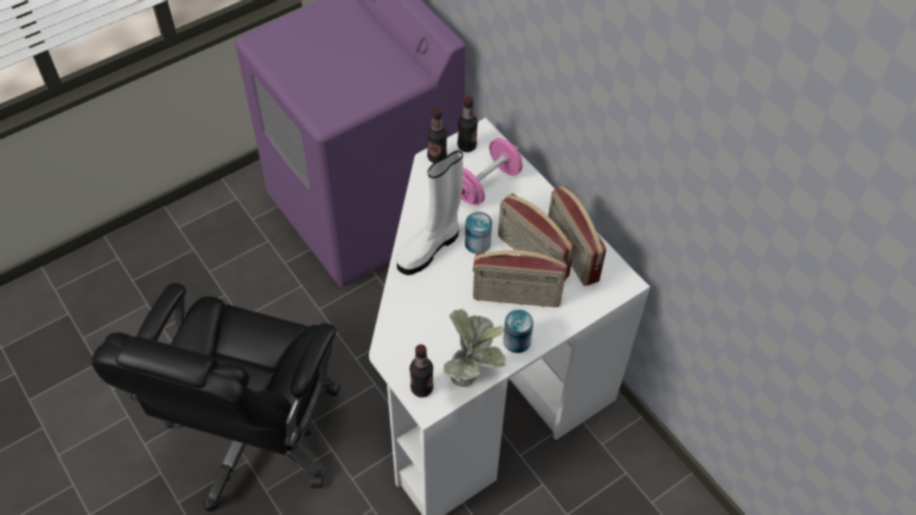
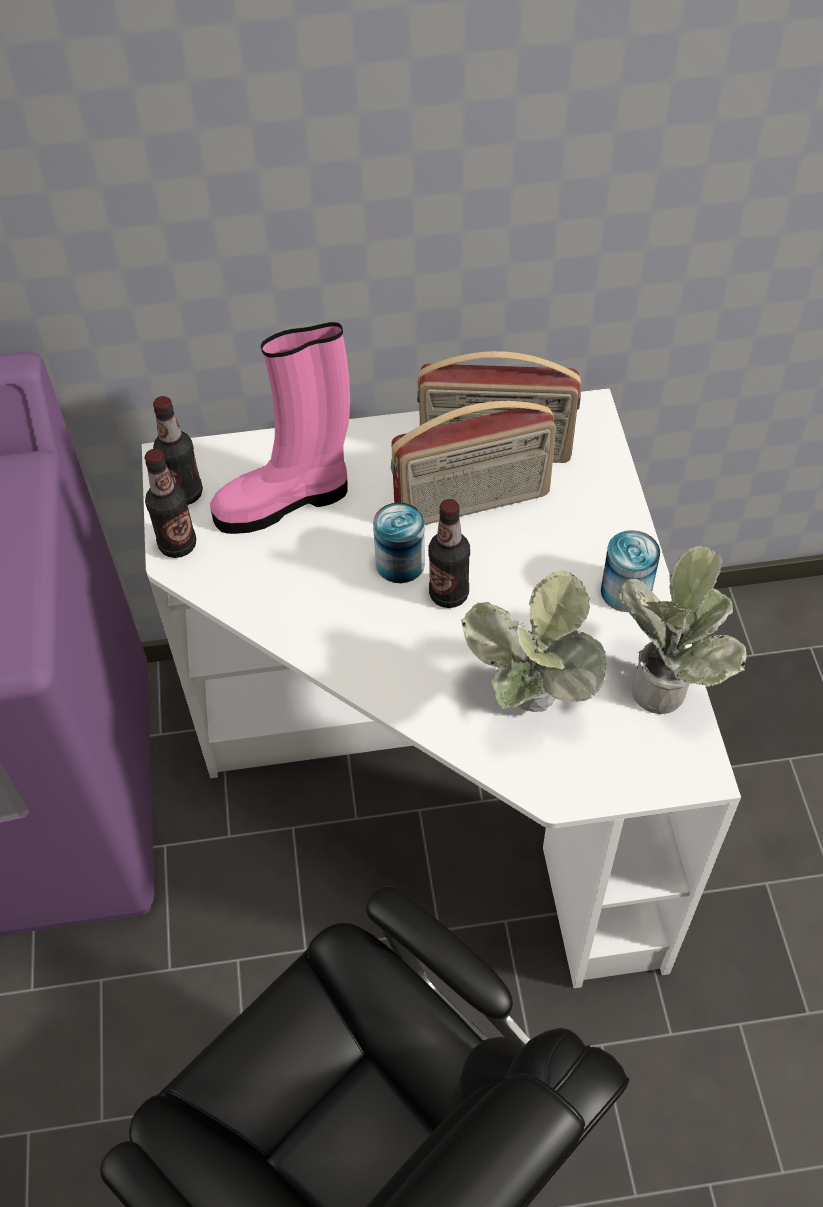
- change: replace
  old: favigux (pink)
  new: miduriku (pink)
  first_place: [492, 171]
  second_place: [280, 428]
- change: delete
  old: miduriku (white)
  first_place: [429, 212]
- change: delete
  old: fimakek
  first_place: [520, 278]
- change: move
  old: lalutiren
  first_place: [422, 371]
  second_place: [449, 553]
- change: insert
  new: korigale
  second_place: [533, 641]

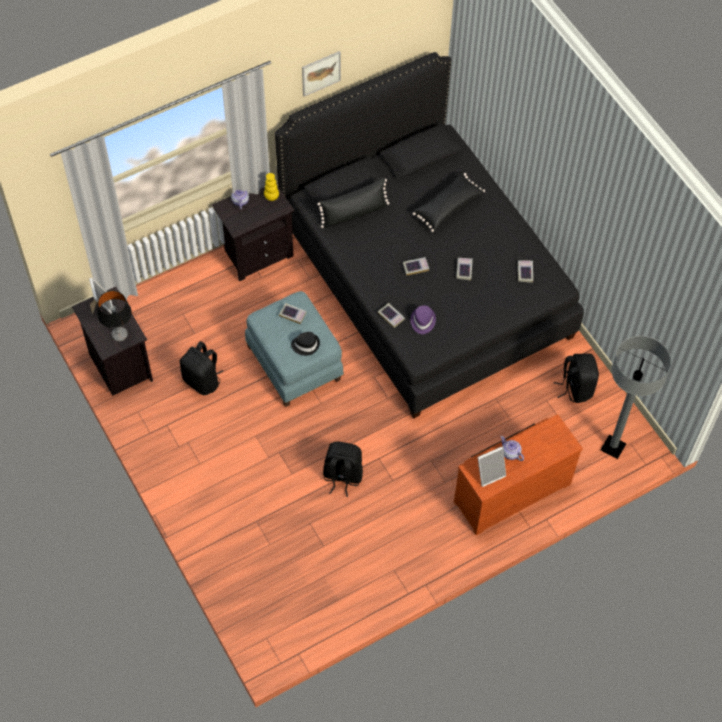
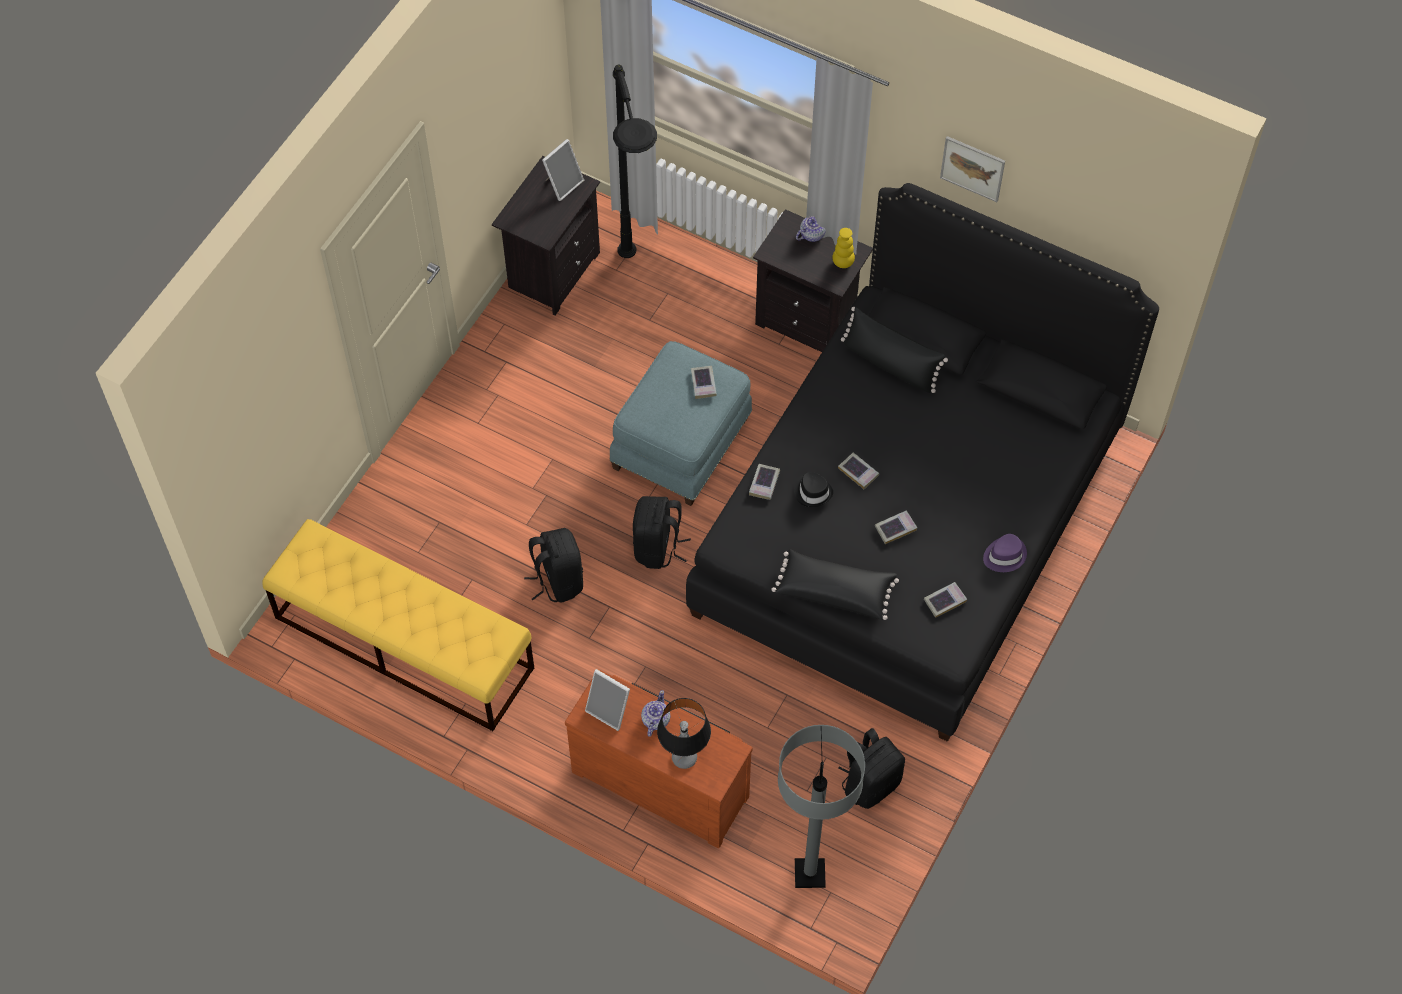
- change: move
  old: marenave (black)
  first_place: [449, 202]
  second_place: [835, 584]
- change: move
  old: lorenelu
  first_place: [114, 316]
  second_place: [684, 733]
- change: move
  old: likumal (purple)
  first_place: [423, 319]
  second_place: [1005, 553]
- change: move
  old: likumal (black)
  first_place: [305, 344]
  second_place: [813, 489]
- change: move
  old: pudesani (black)
  first_place: [201, 368]
  second_place: [662, 532]
- change: insert
  new: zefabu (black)
  second_place: [635, 161]
- change: insert
  new: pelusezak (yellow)
  second_place: [398, 625]

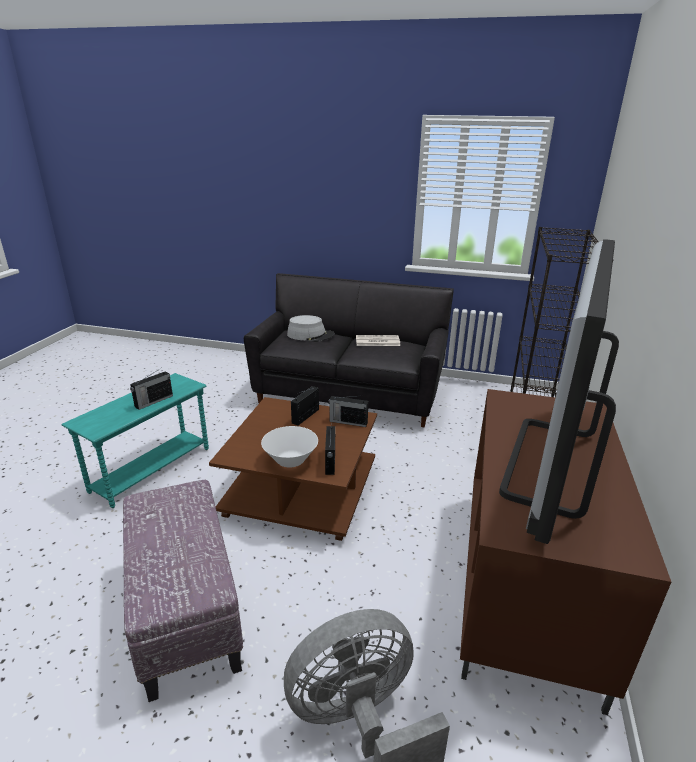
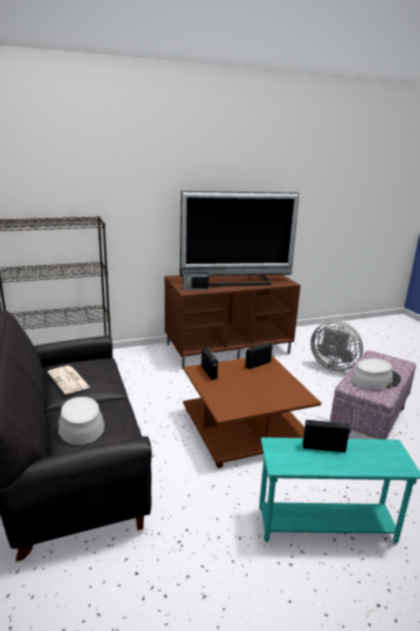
- change: move
  old: fimakek
  first_place: [305, 406]
  second_place: [196, 279]
- change: delete
  old: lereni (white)
  first_place: [289, 447]
- change: insert
  new: likumal (grey)
  second_place: [376, 374]

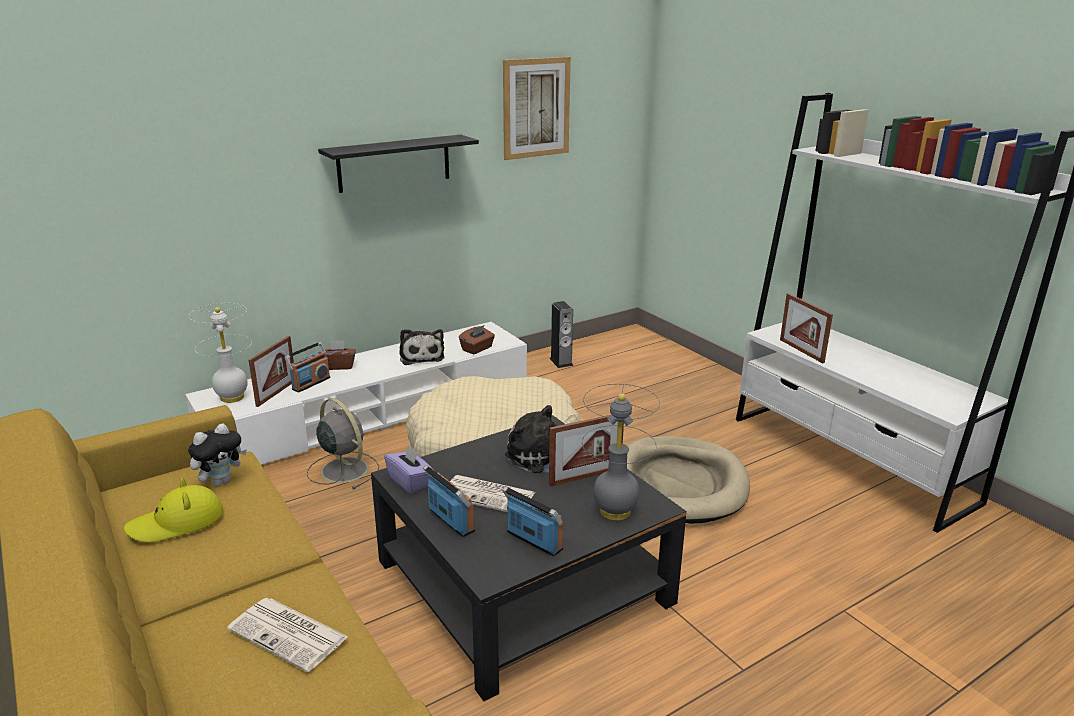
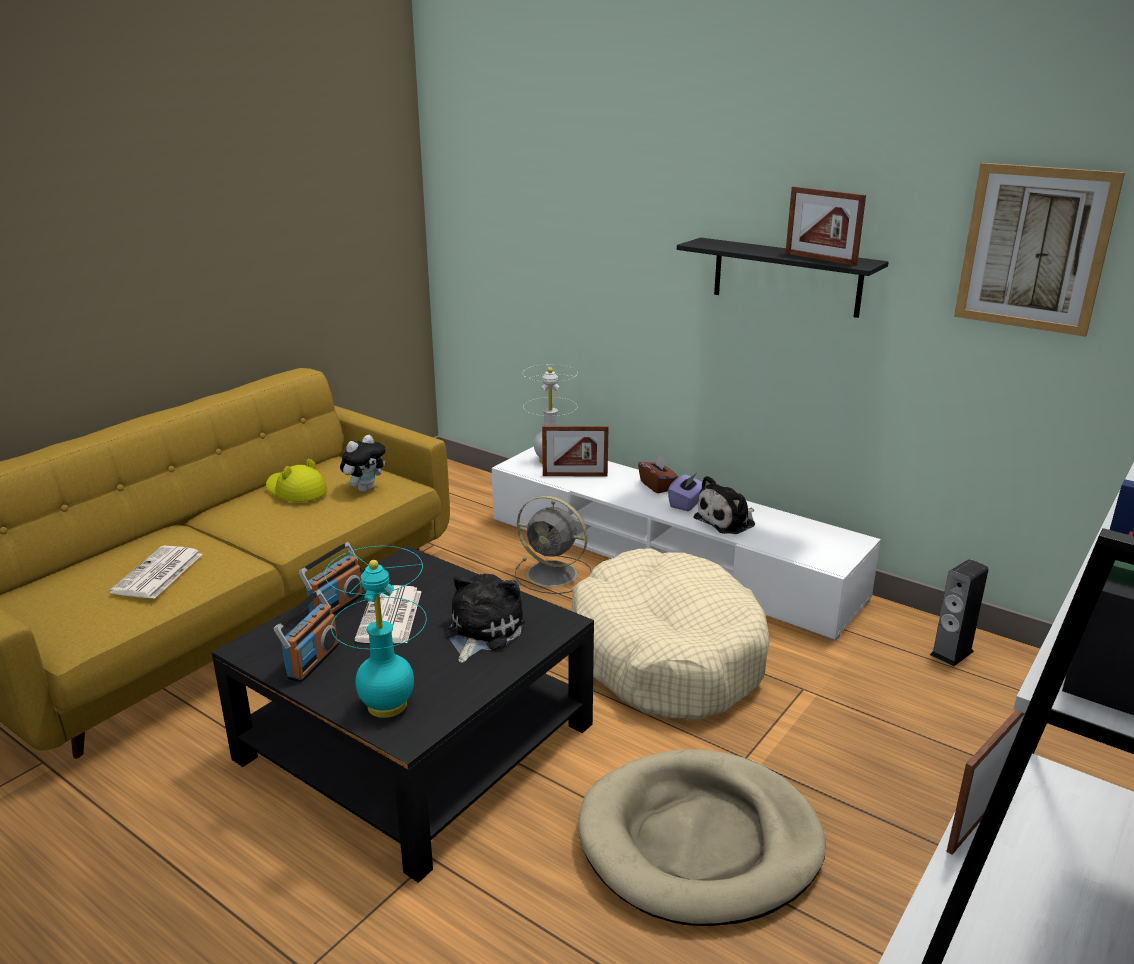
- change: delete
  old: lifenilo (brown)
  first_place: [477, 340]
- change: delete
  old: fimakek
  first_place: [307, 367]
- change: recolor
  old: lorenelu (grey)
  new: lorenelu (turquoise)
  first_place: [621, 452]
  second_place: [376, 632]
- change: rotate
  old: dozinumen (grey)
  first_place: [343, 443]
  second_place: [553, 545]
  degrees: 90
- change: move
  old: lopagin
  first_place: [586, 451]
  second_place: [825, 226]
- change: rotate
  old: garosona
  first_place: [217, 454]
  second_place: [363, 463]
  degrees: -75
- change: move
  old: lifenilo (purple)
  first_place: [408, 469]
  second_place: [685, 492]

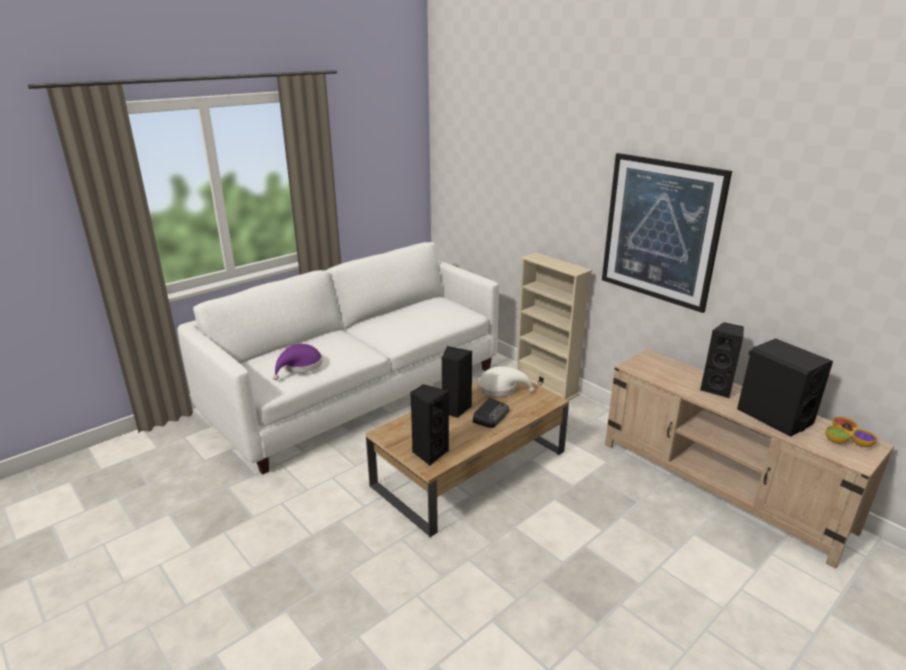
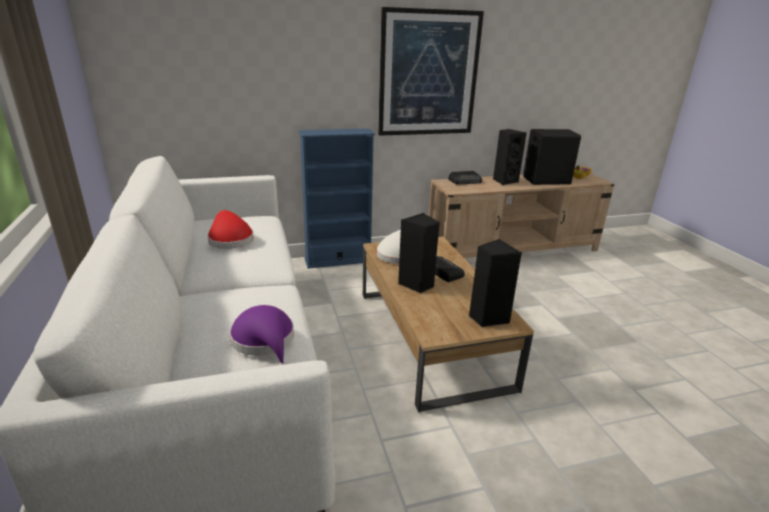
- change: recolor
  old: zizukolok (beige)
  new: zizukolok (blue)
  first_place: [554, 326]
  second_place: [337, 198]
- change: insert
  new: fimakek
  second_place: [465, 177]
- change: insert
  new: likumal (red)
  second_place: [230, 229]

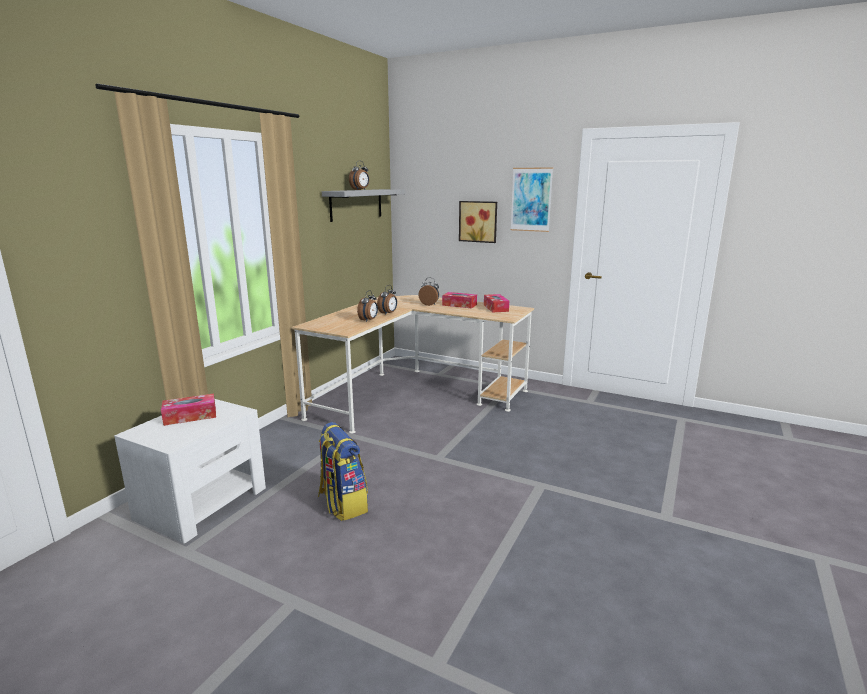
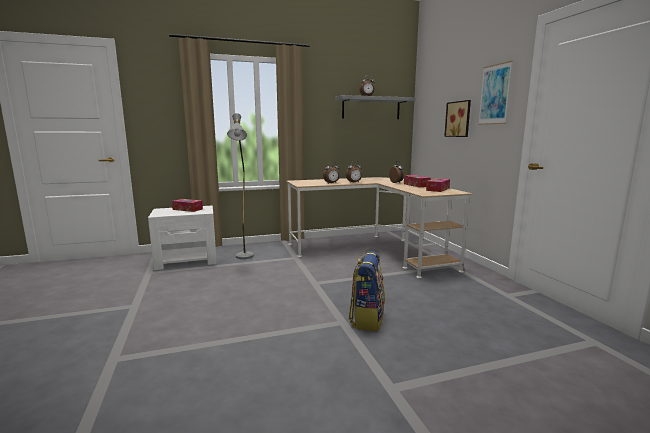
- change: move
  old: pudesani
  first_place: [343, 471]
  second_place: [367, 291]
- change: insert
  new: zefabu (grey)
  second_place: [240, 186]

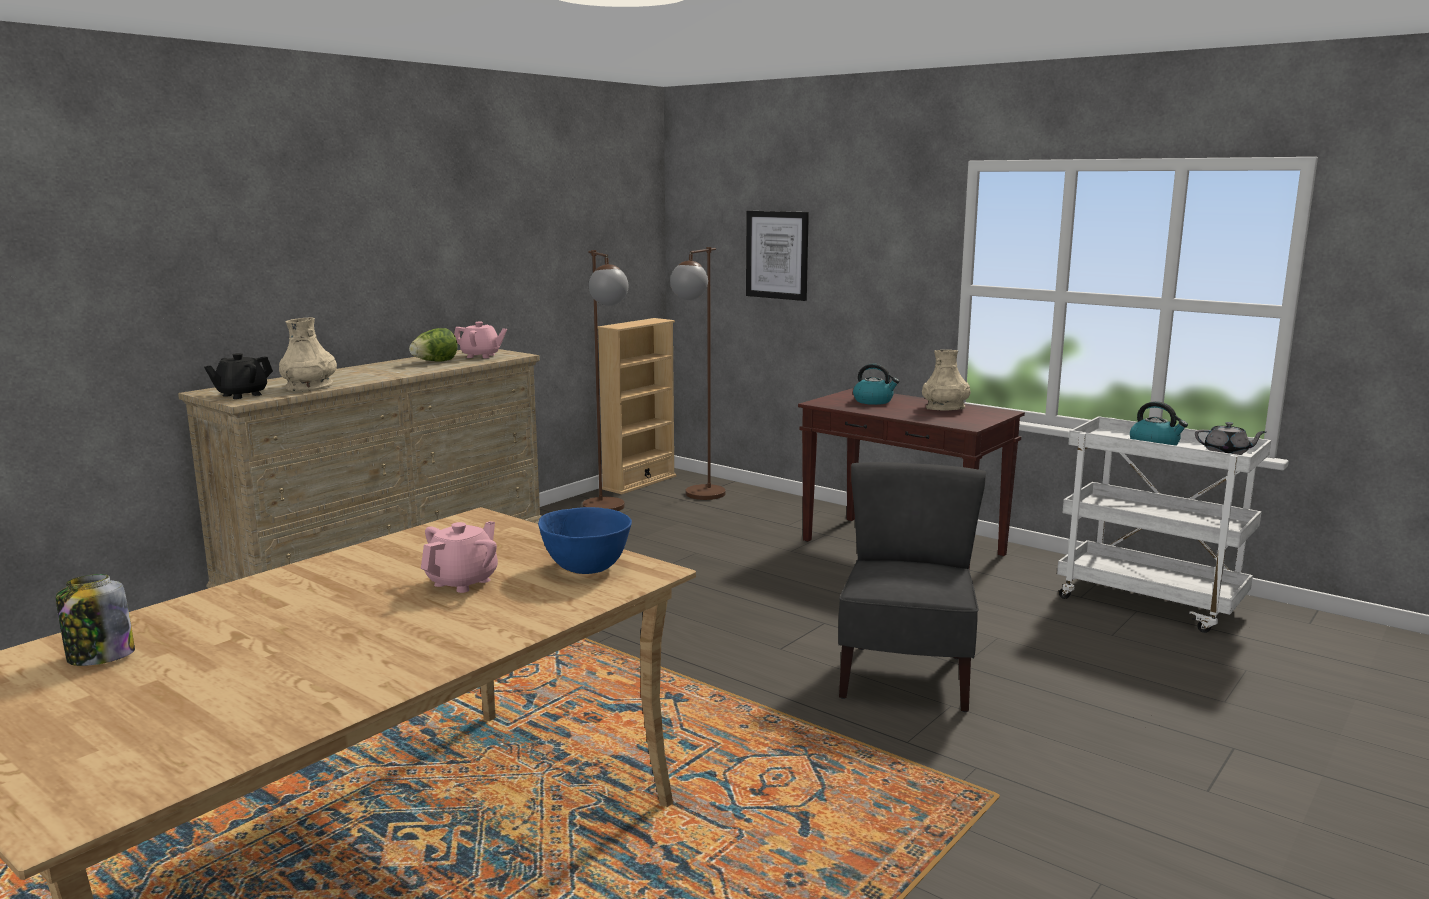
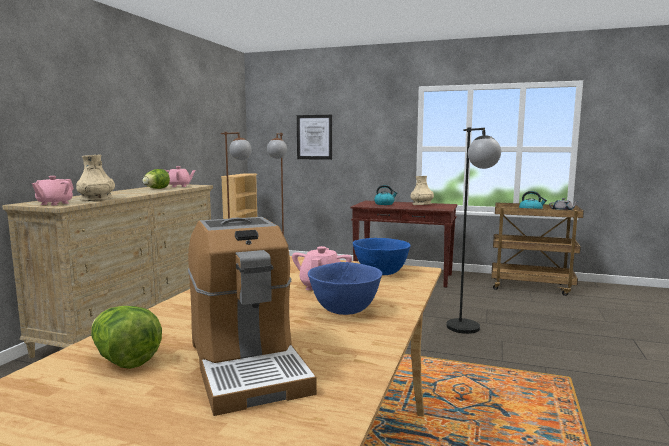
- change: recolor
  old: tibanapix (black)
  new: tibanapix (pink)
  first_place: [238, 376]
  second_place: [53, 190]
- change: recolor
  old: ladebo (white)
  new: ladebo (brown)
  first_place: [1164, 524]
  second_place: [537, 249]
- change: replace
  old: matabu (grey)
  new: zefabu (black)
  first_place: [912, 587]
  second_place: [473, 230]
- change: replace
  old: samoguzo
  new: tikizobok
  first_place: [95, 620]
  second_place: [126, 337]
- change: insert
  new: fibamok
  second_place: [252, 316]
- change: insert
  new: lereni (blue)
  second_place: [345, 288]

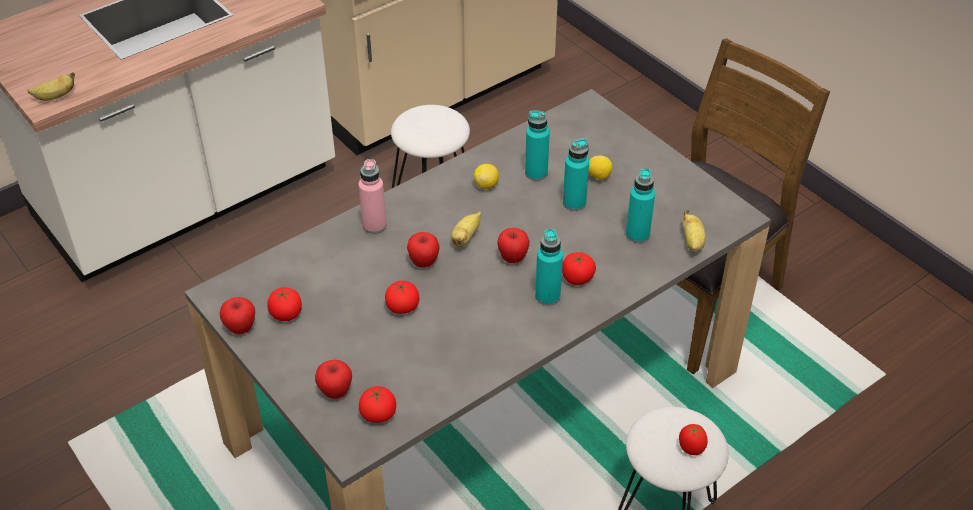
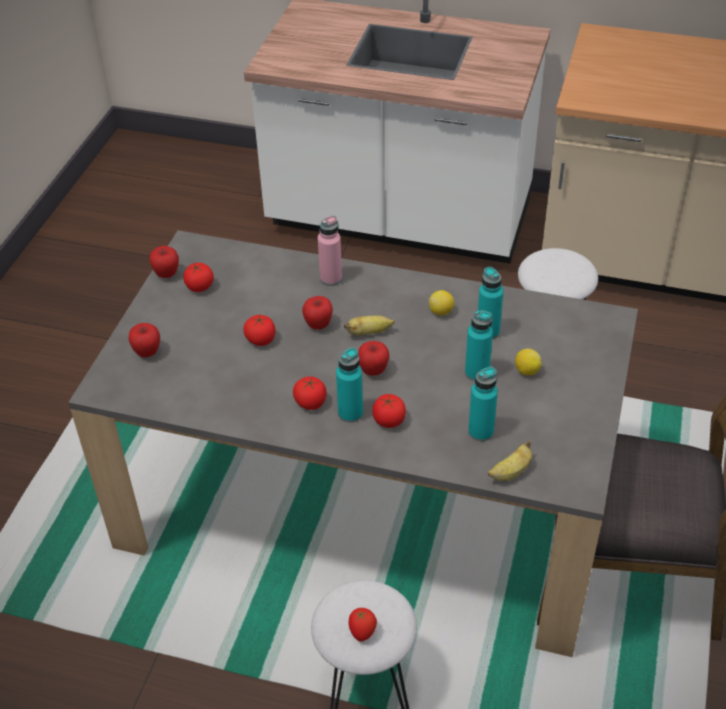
- change: delete
  old: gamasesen
  first_place: [51, 86]
- change: move
  old: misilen
  first_place: [377, 404]
  second_place: [310, 393]

